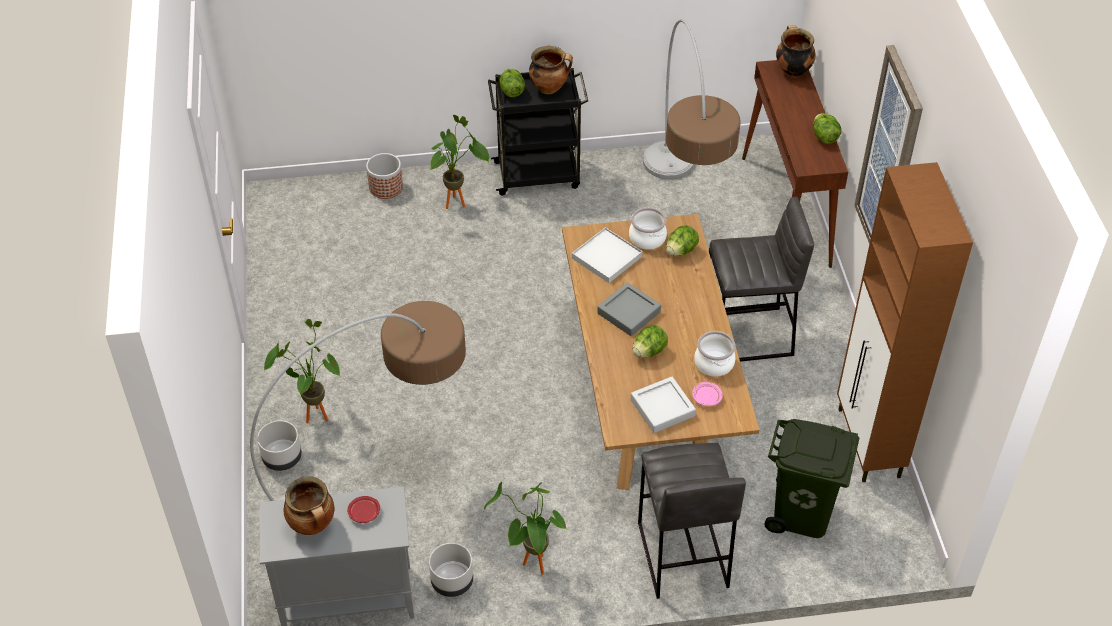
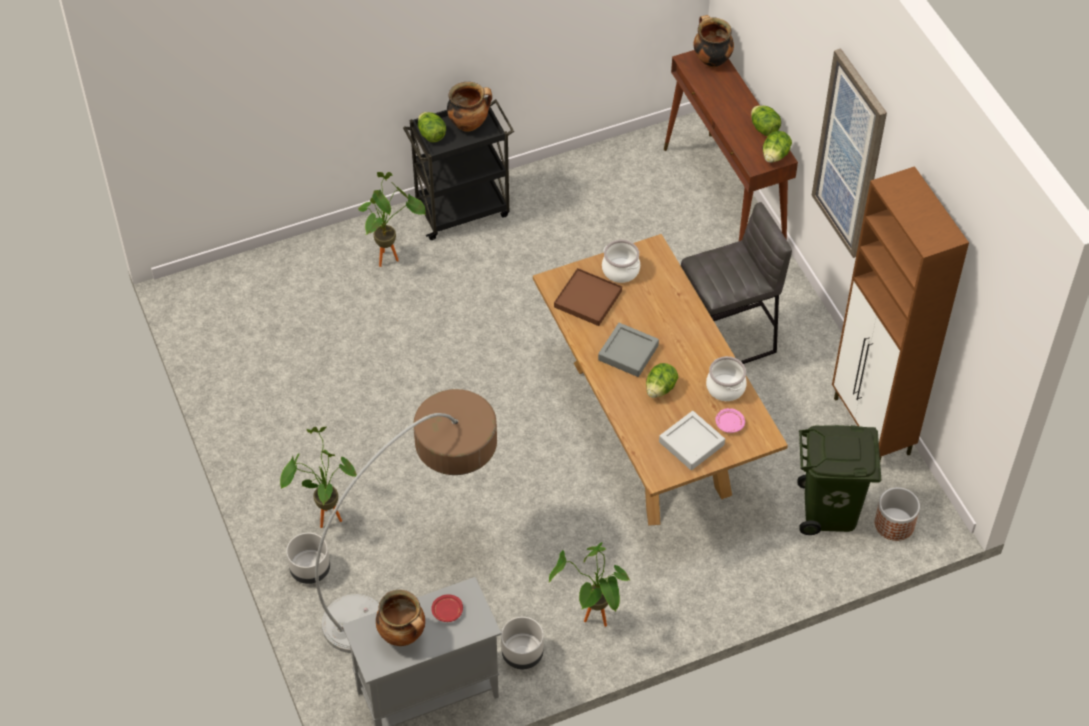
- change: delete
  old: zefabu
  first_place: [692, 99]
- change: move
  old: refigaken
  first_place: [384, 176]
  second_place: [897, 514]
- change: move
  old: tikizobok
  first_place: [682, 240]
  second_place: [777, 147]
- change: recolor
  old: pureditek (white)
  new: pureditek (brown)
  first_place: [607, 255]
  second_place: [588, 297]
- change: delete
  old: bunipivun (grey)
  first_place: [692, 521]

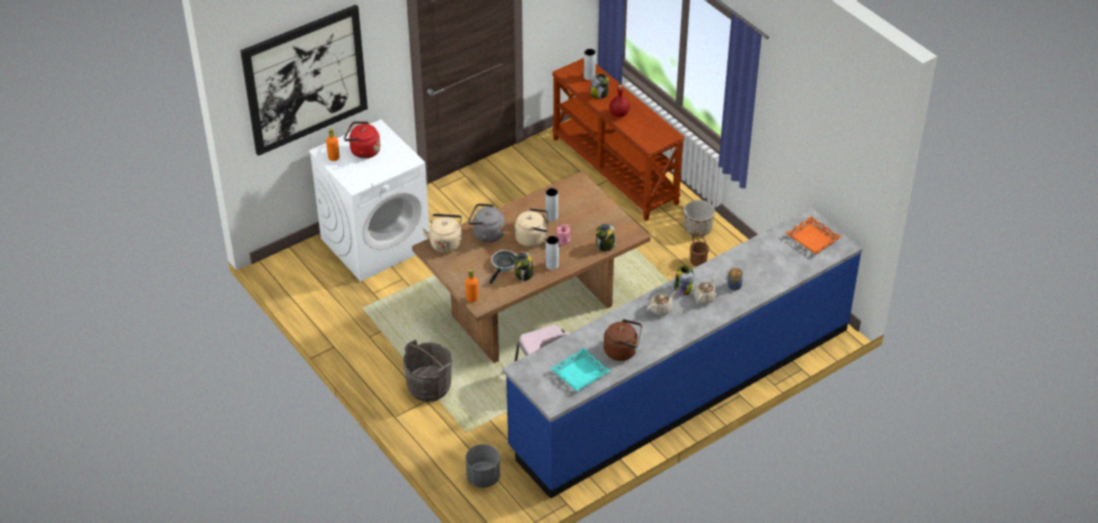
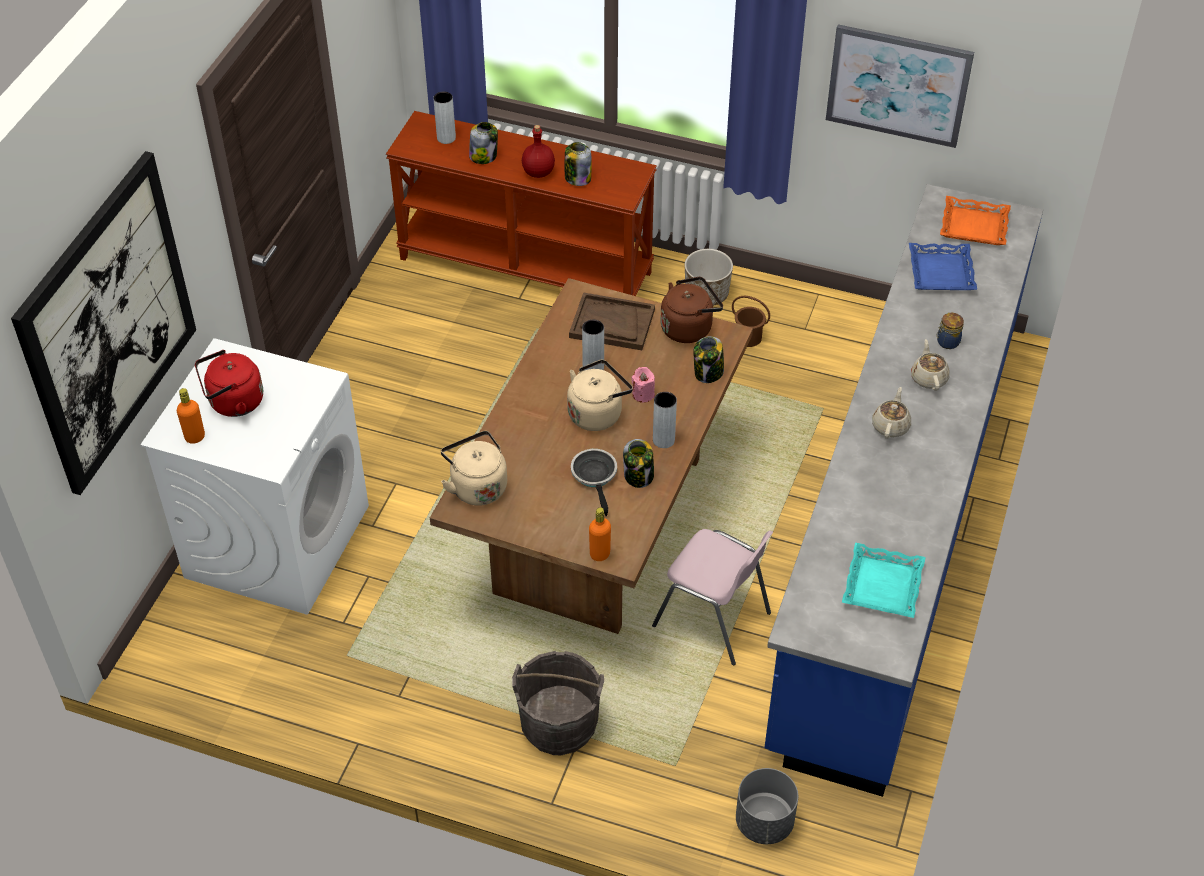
- change: delete
  old: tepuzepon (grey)
  first_place: [486, 223]
- change: move
  old: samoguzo
  first_place: [684, 281]
  second_place: [578, 164]
- change: move
  old: tepuzepon (brown)
  first_place: [622, 340]
  second_place: [691, 310]
- change: insert
  new: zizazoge
  second_place: [900, 86]
- change: insert
  new: pureditek (blue)
  second_place: [943, 266]
- change: insert
  new: pureditek (brown)
  second_place: [612, 321]

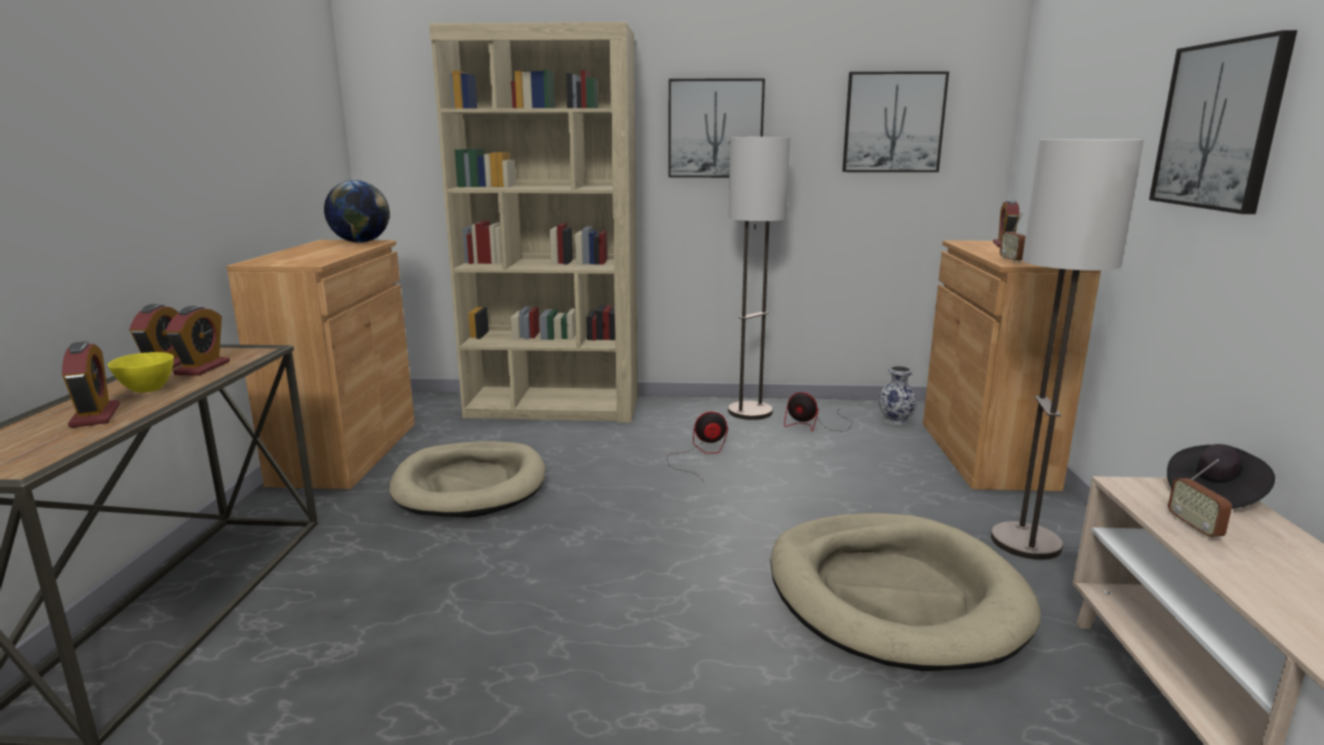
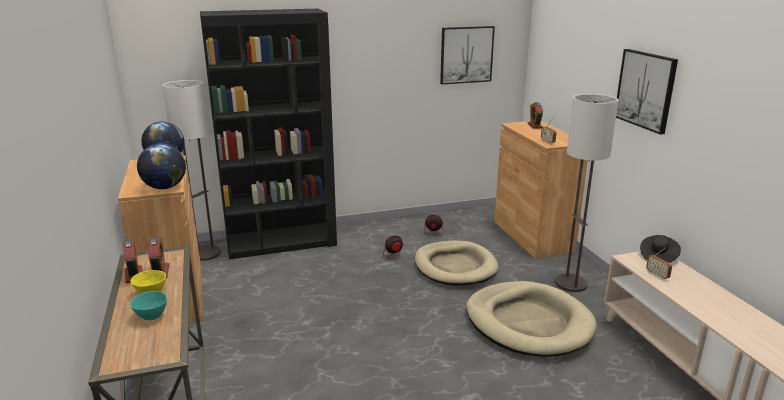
- change: recolor
  old: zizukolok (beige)
  new: zizukolok (black)
  first_place: [533, 222]
  second_place: [268, 134]
- change: delete
  old: zizazoge
  first_place: [716, 128]
- change: move
  old: zefabu
  first_place: [759, 278]
  second_place: [192, 170]
- change: replace
  old: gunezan
  new: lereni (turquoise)
  first_place: [91, 384]
  second_place: [148, 305]
- change: delete
  old: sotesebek
  first_place: [897, 395]
- change: move
  old: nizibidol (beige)
  first_place: [467, 479]
  second_place: [457, 263]
- change: insert
  new: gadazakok
  second_place: [161, 166]

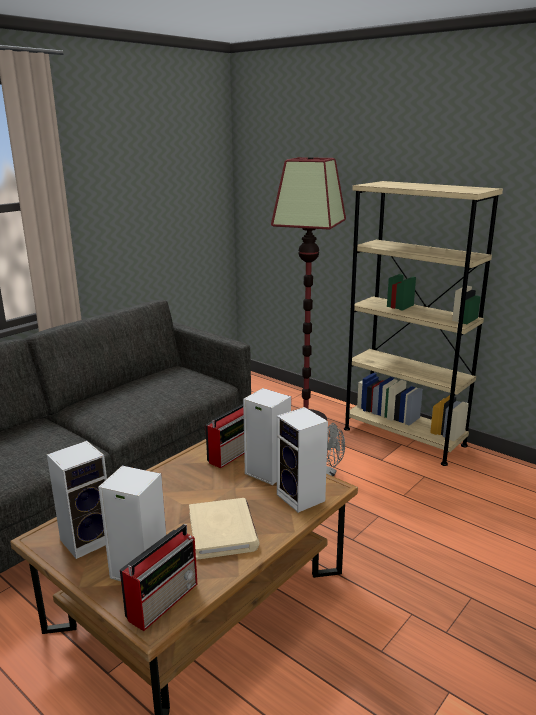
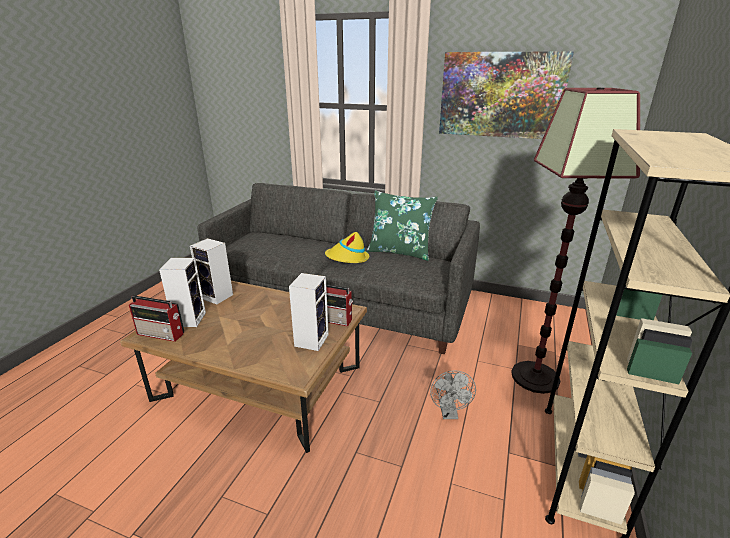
- change: delete
  old: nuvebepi
  first_place: [302, 460]
- change: delete
  old: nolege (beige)
  first_place: [224, 529]
- change: insert
  new: zizazoge
  second_place: [506, 95]
- change: insert
  new: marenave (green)
  second_place: [402, 226]
- change: insert
  new: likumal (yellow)
  second_place: [347, 247]

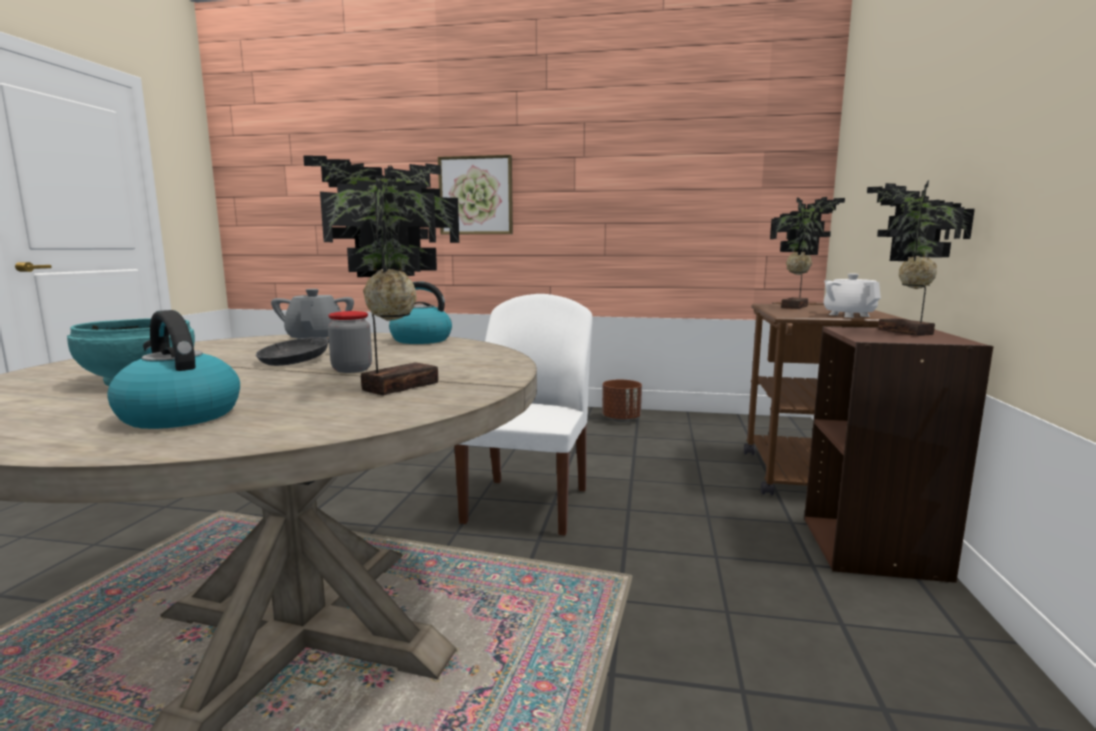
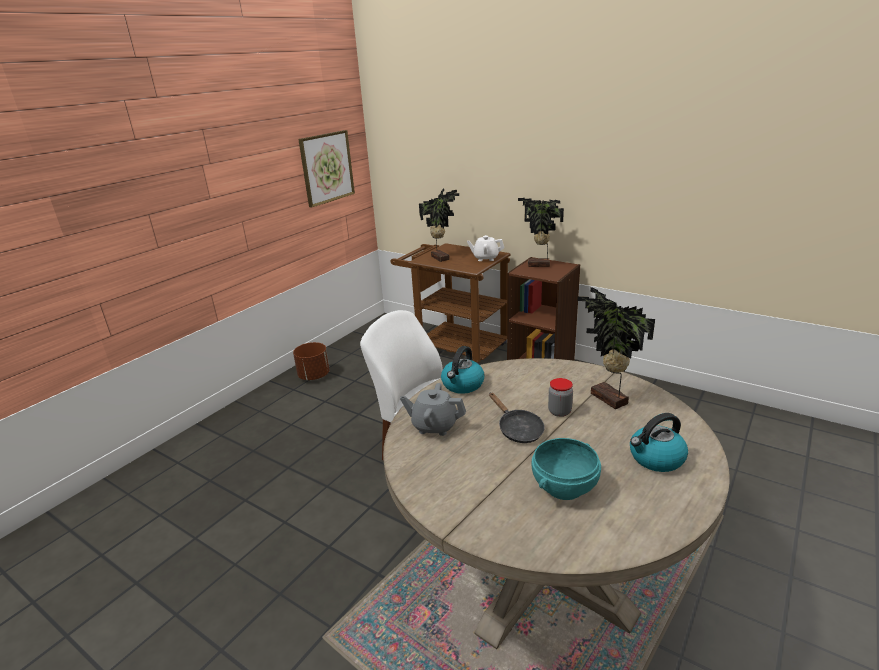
- change: move
  old: zizazoge
  first_place: [475, 194]
  second_place: [326, 169]

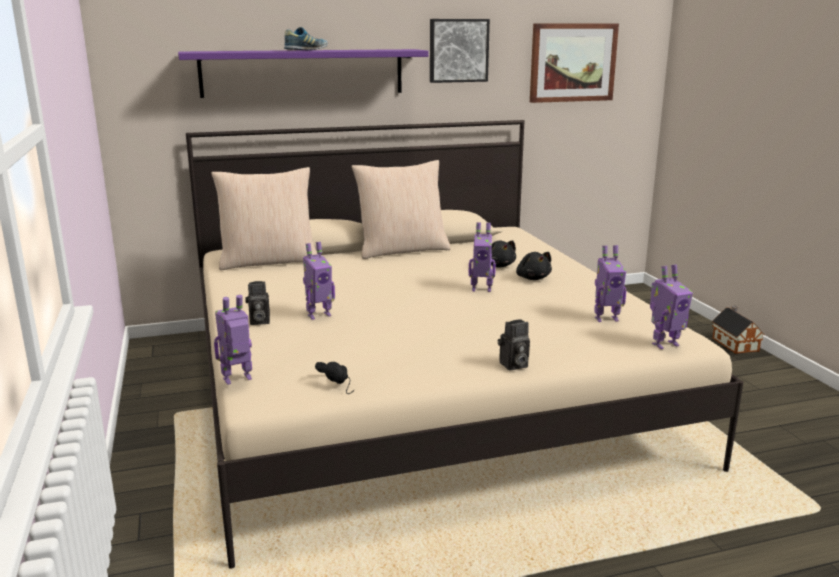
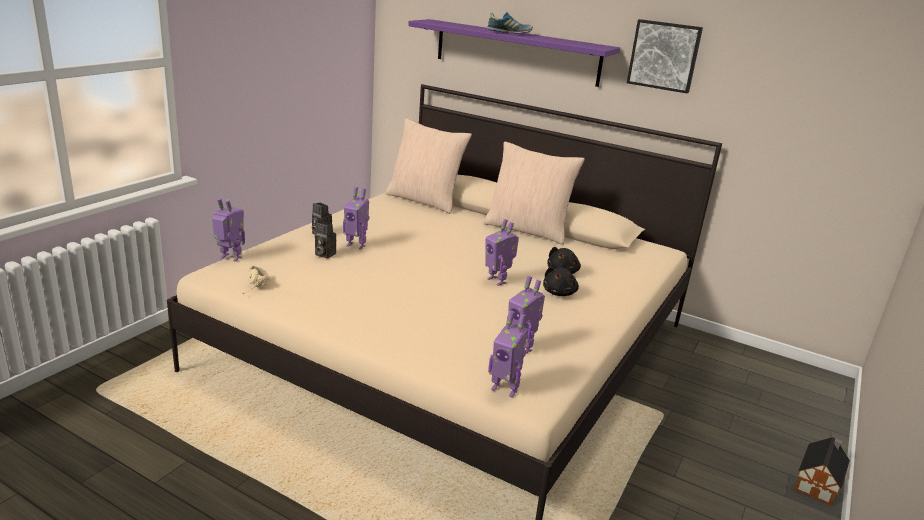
- change: delete
  old: zizazoge
  first_place: [574, 63]
- change: move
  old: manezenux
  first_place: [514, 344]
  second_place: [325, 240]
- change: recolor
  old: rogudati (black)
  new: rogudati (beige)
  first_place: [334, 378]
  second_place: [257, 280]

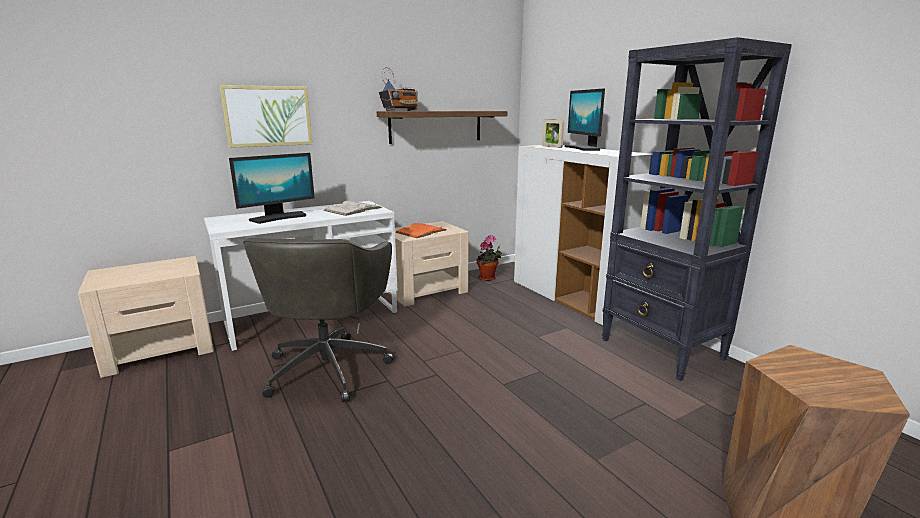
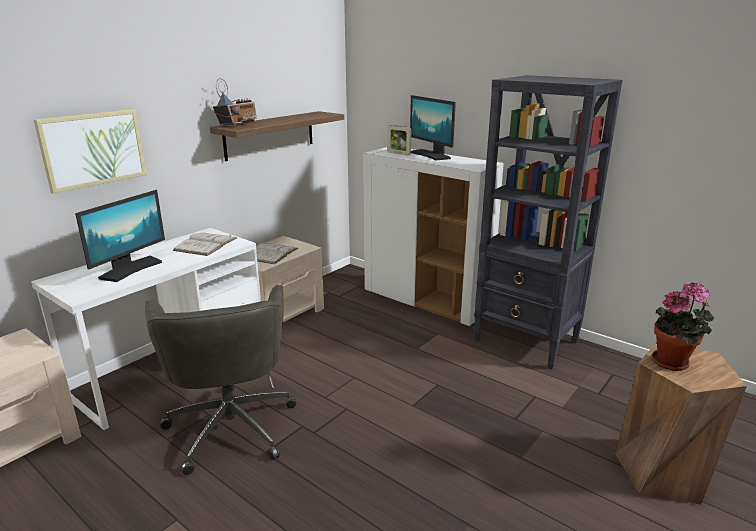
- change: recolor
  old: nolege (orange)
  new: nolege (white)
  first_place: [420, 230]
  second_place: [277, 253]
- change: move
  old: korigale
  first_place: [489, 258]
  second_place: [683, 326]

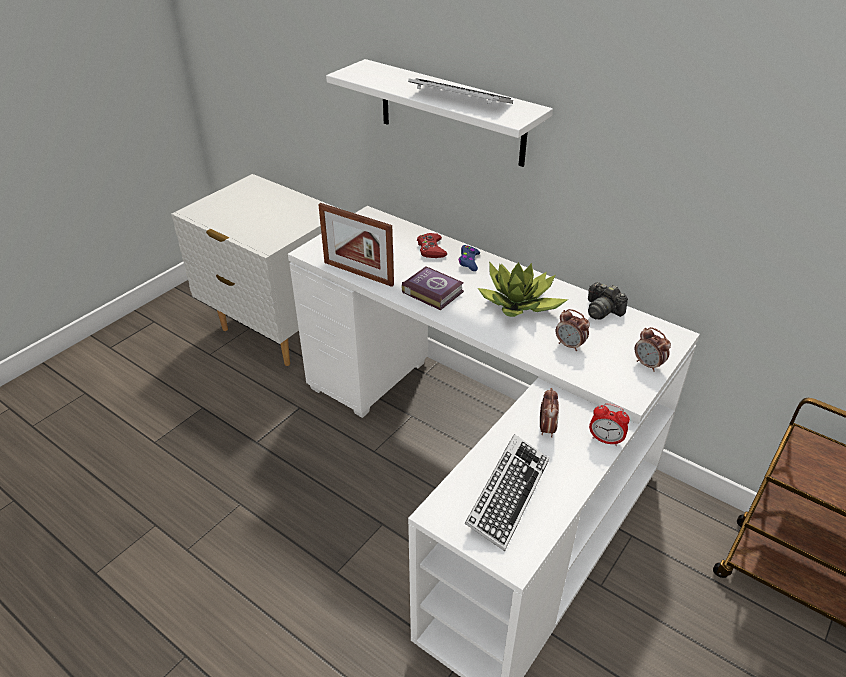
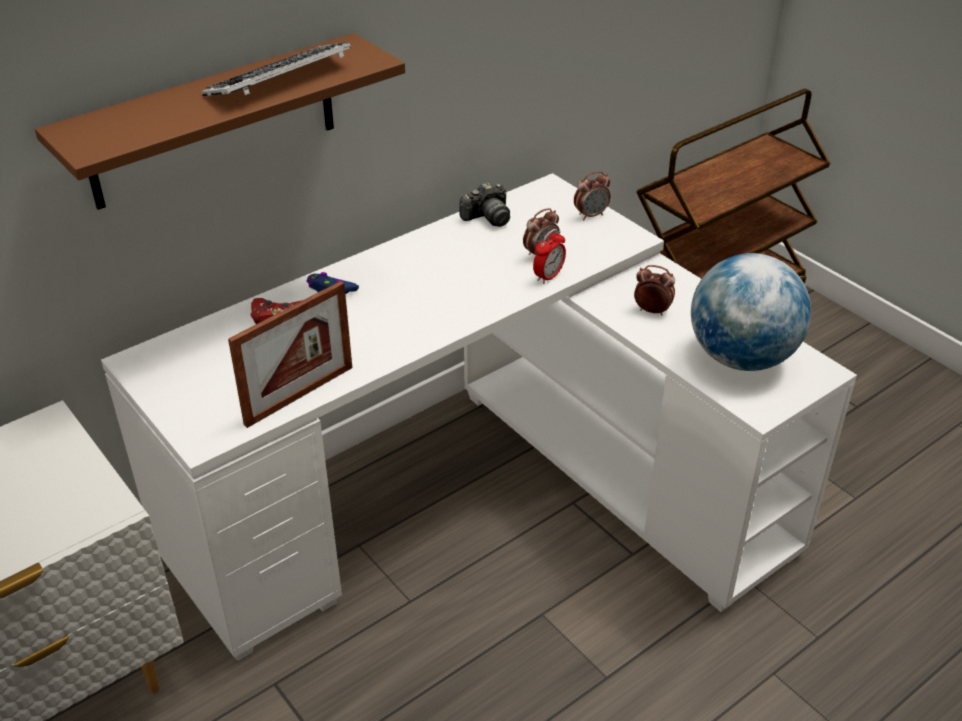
- change: recolor
  old: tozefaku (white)
  new: tozefaku (brown)
  first_place: [439, 113]
  second_place: [220, 121]
- change: delete
  old: korigale
  first_place: [523, 289]
- change: delete
  old: nolege
  first_place: [433, 288]
- change: move
  old: gunezan
  first_place: [609, 424]
  second_place: [549, 256]
- change: replace
  old: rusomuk
  new: gadazakok
  first_place: [506, 492]
  second_place: [751, 312]

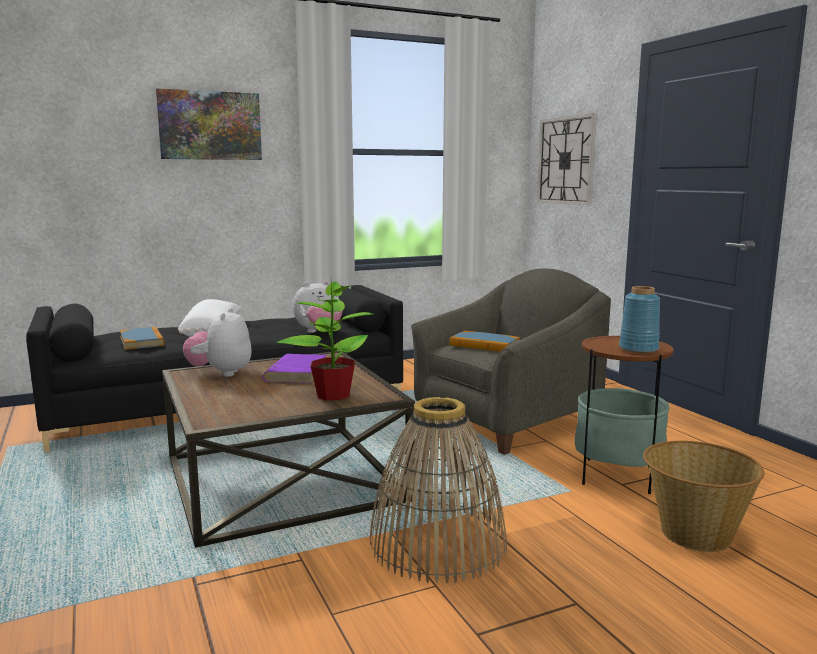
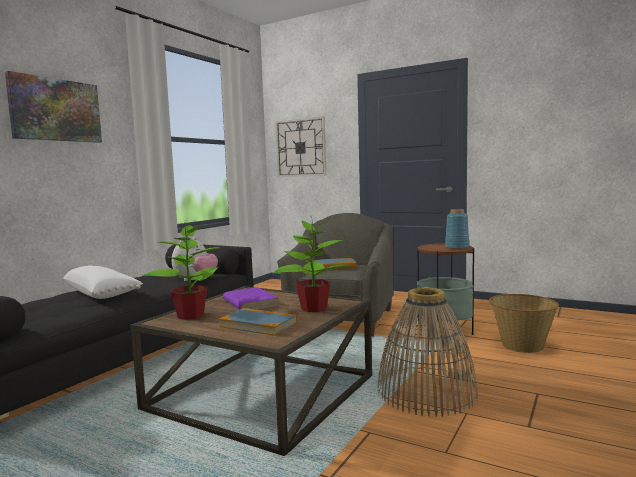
- change: replace
  old: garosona
  new: korigale
  first_place: [217, 342]
  second_place: [180, 272]
- change: move
  old: nolege
  first_place: [142, 338]
  second_place: [258, 322]

